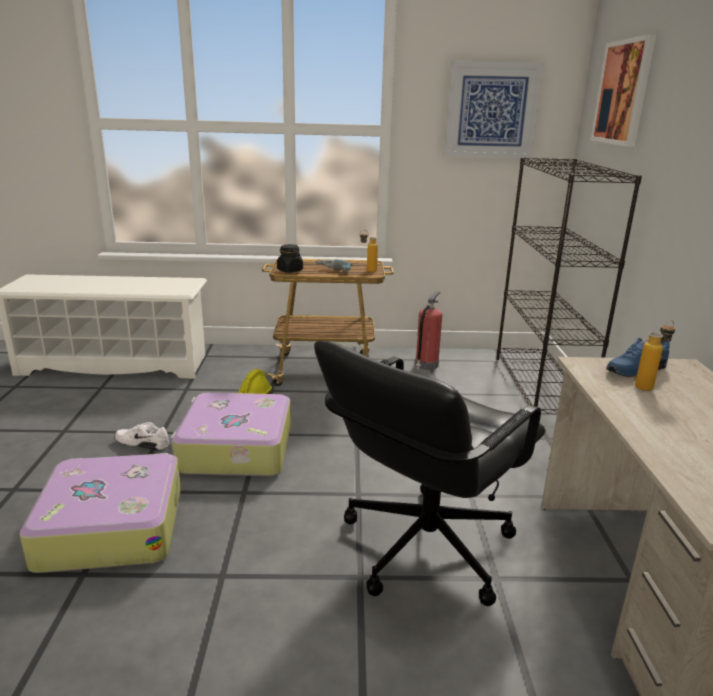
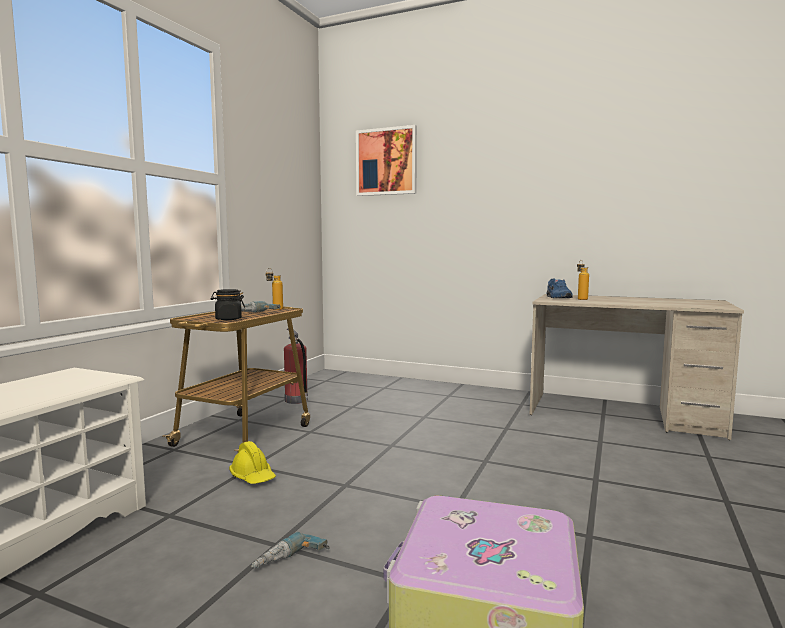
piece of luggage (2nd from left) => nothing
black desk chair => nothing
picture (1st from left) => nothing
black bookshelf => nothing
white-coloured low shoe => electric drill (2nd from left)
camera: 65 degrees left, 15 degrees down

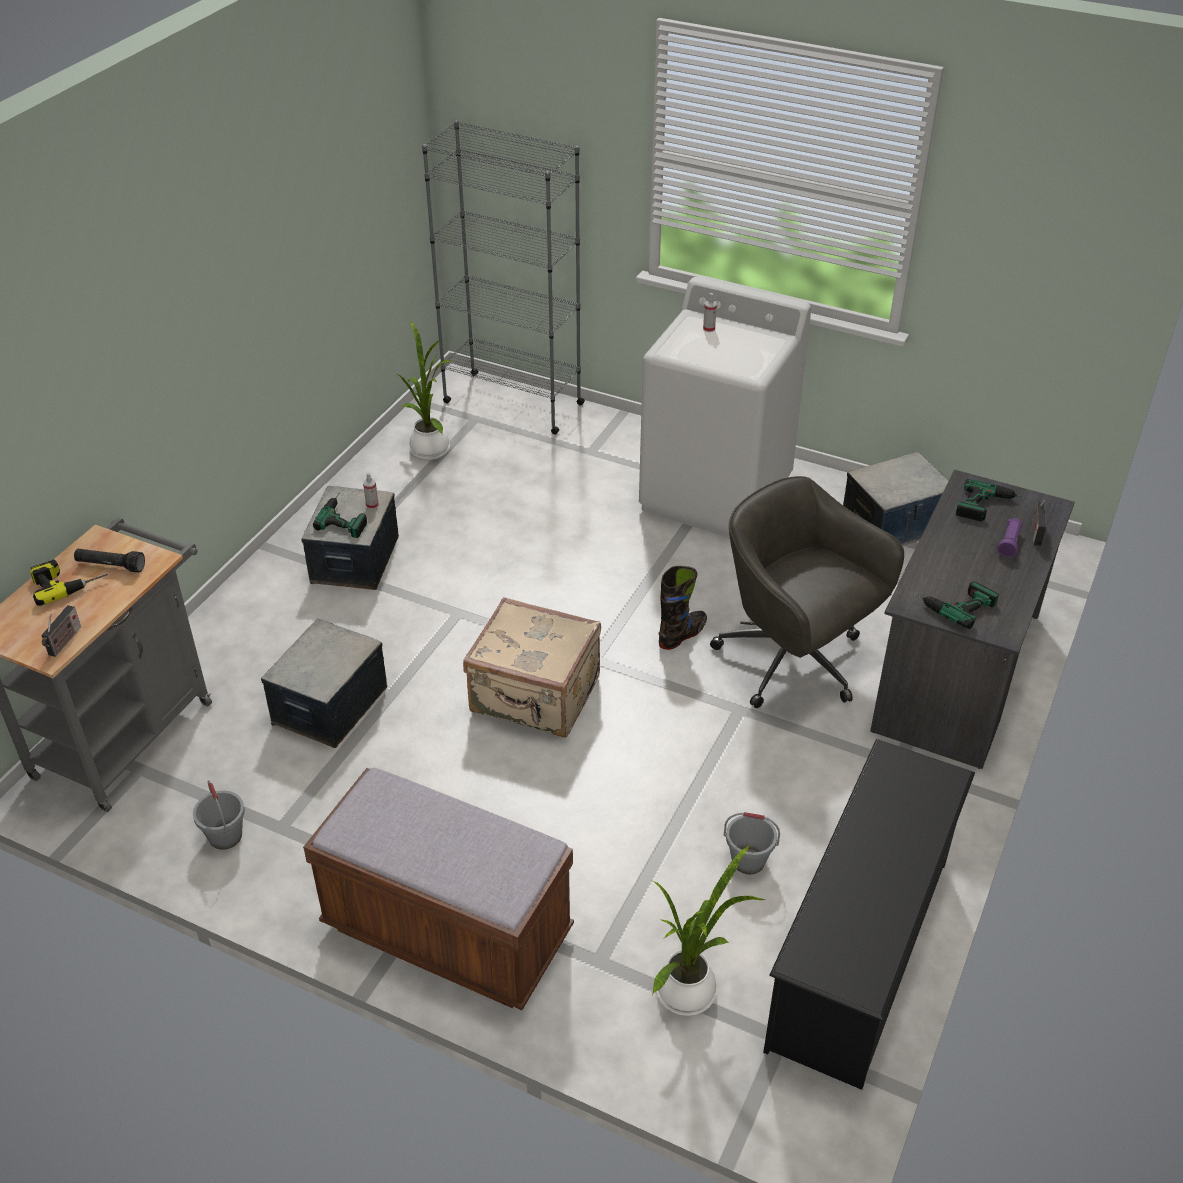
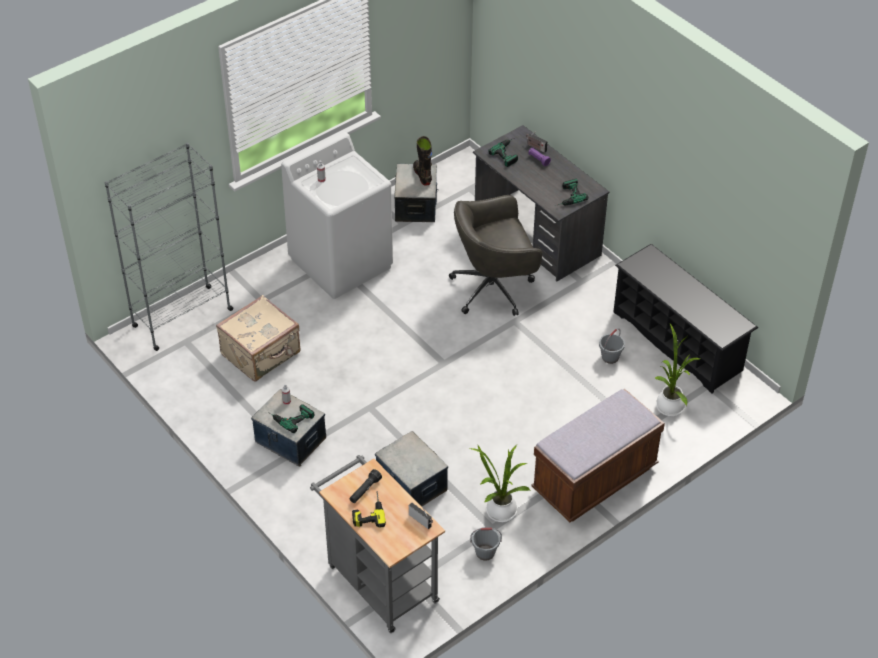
houseplant (1st from left), move
beige piece of luggage, move
black boot, move
camera: 65 degrees left, 5 degrees up

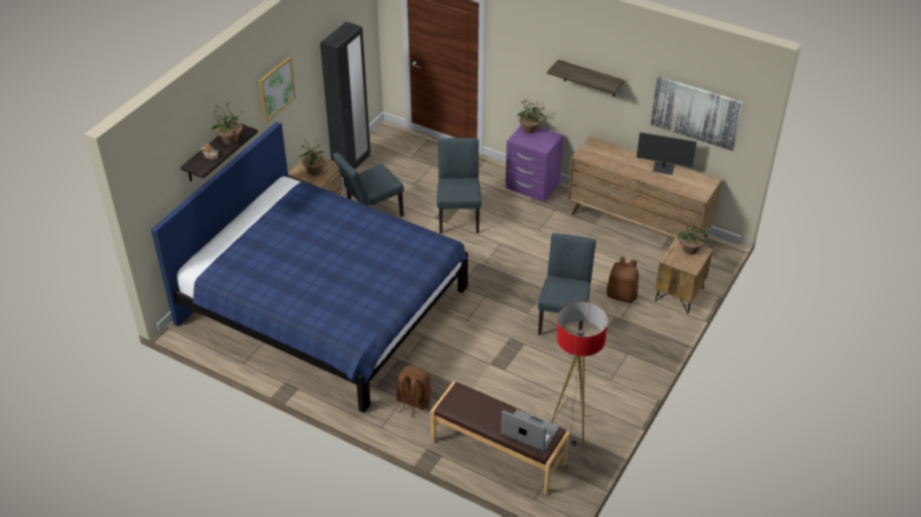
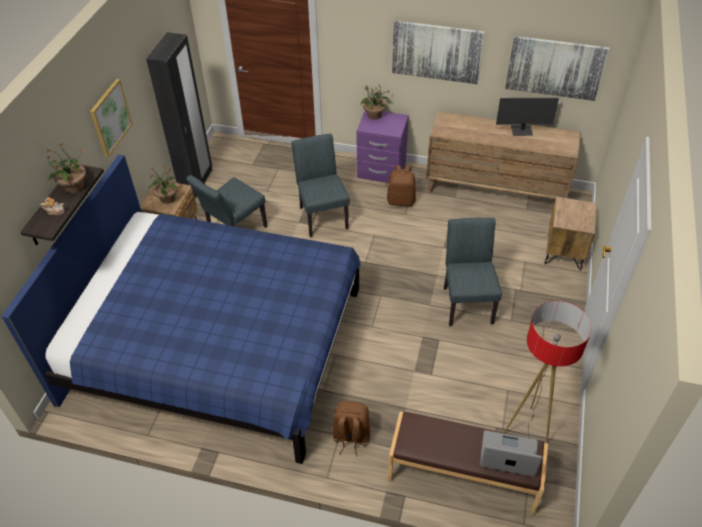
houseplant (4th from left) => nothing
brown-coloured backpack (2nd from left), move
wall shelf (2nd from left) => picture (2nd from left)
camera: 15 degrees left, 5 degrees up

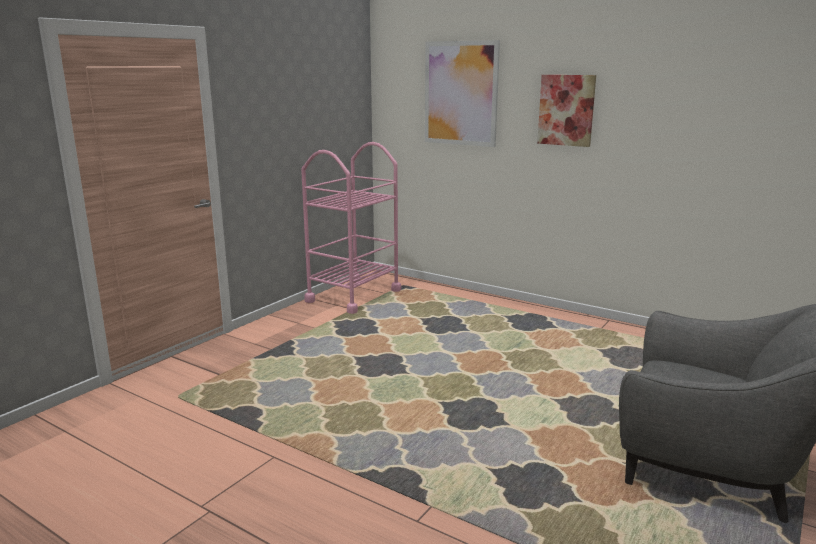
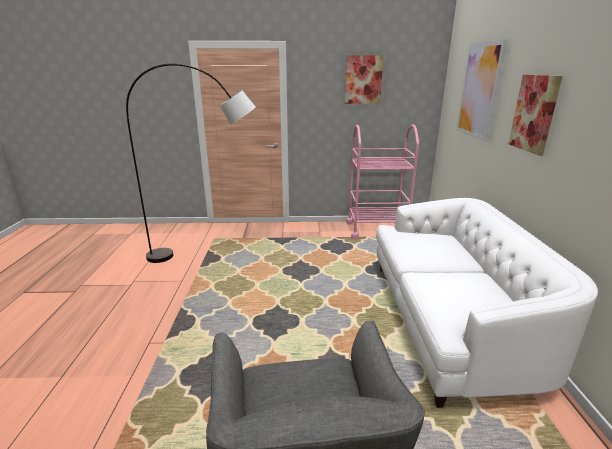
nothing => gray floor lamp
nothing => picture (1st from left)
nothing => white-coloured sofa
camera: 55 degrees right, 5 degrees up

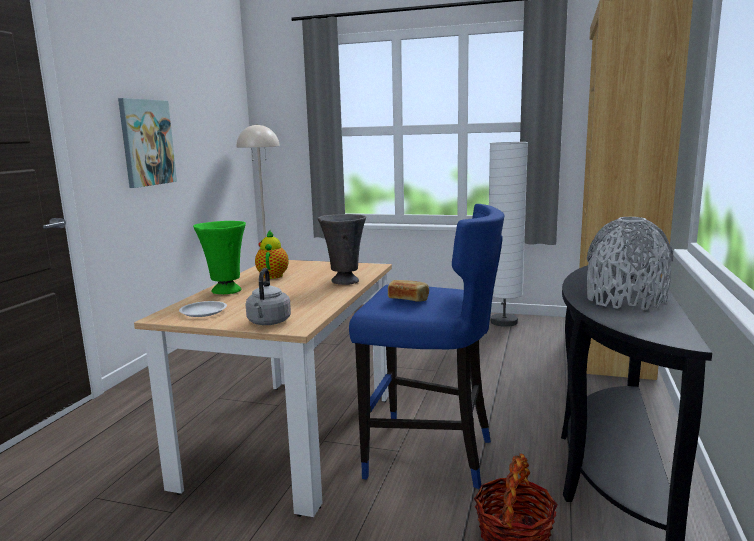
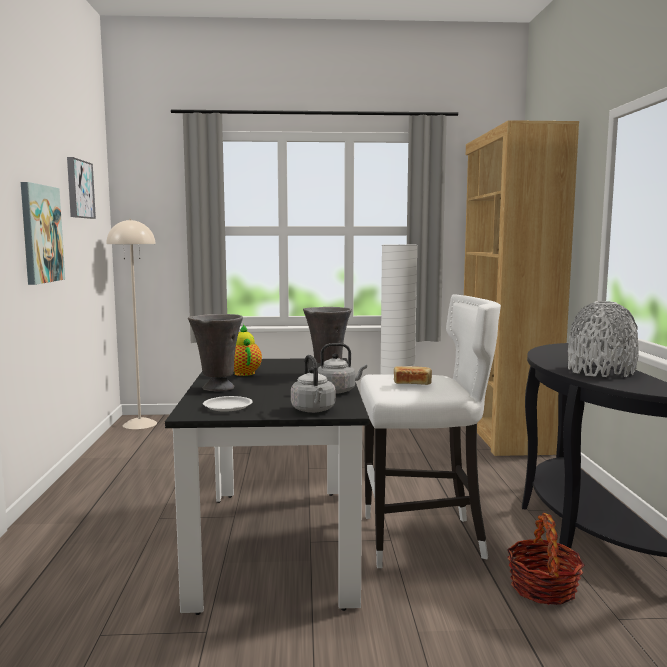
nothing => picture (2nd from left)
nothing => gray kettle (2nd from left)
beige dinner table => black dinner table
green-coloured decorative vase => gray decorative vase (1st from left)
blue stool => white-coloured stool
camera: 20 degrees left, 5 degrees down

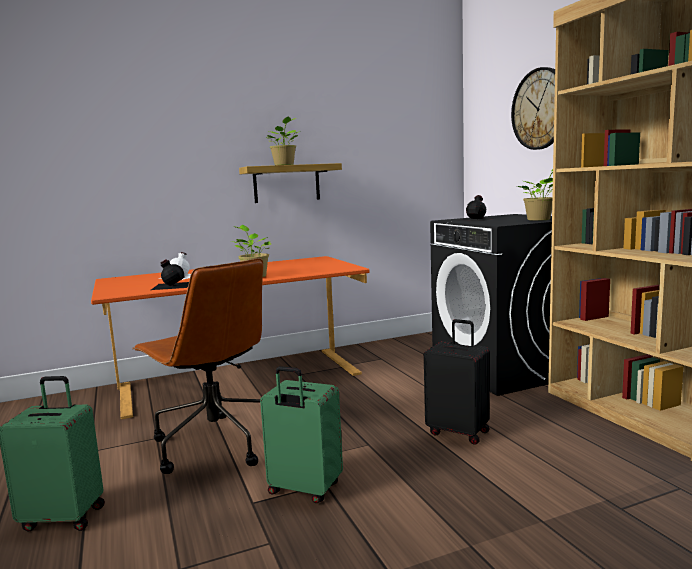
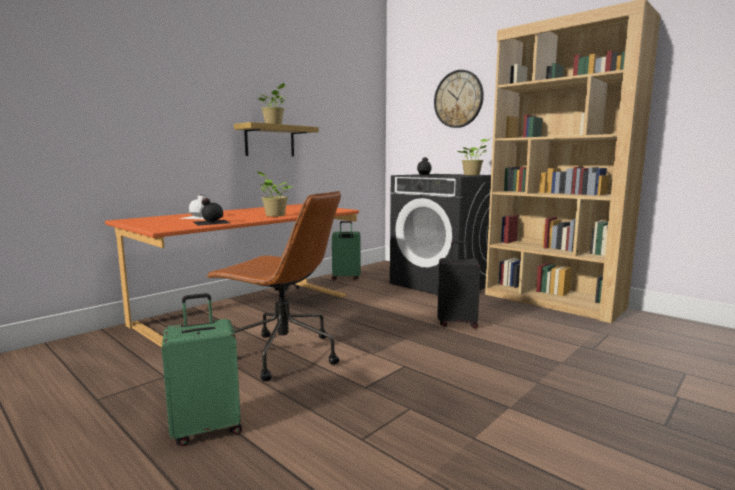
green-coloured piece of luggage (2nd from left), move
camera: 25 degrees left, 0 degrees up

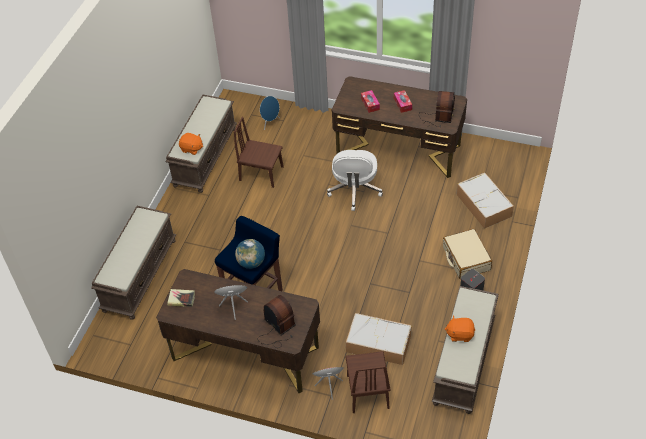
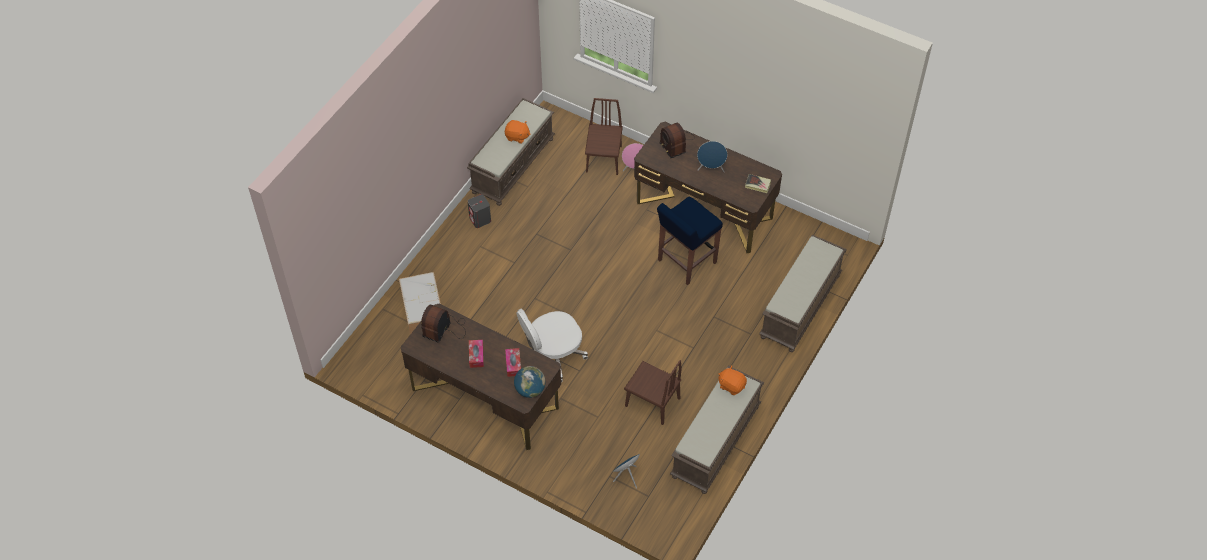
storage box (1st from left) => nothing
beige piece of luggage => nothing
globe, move
white-coloured desk chair, 135 degrees counterclockwise
camera: 170 degrees left, 5 degrees up

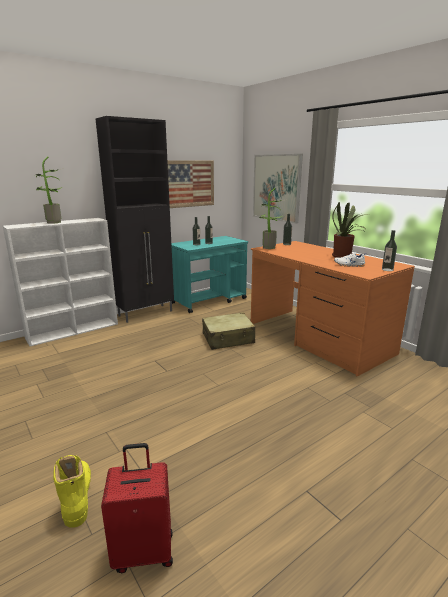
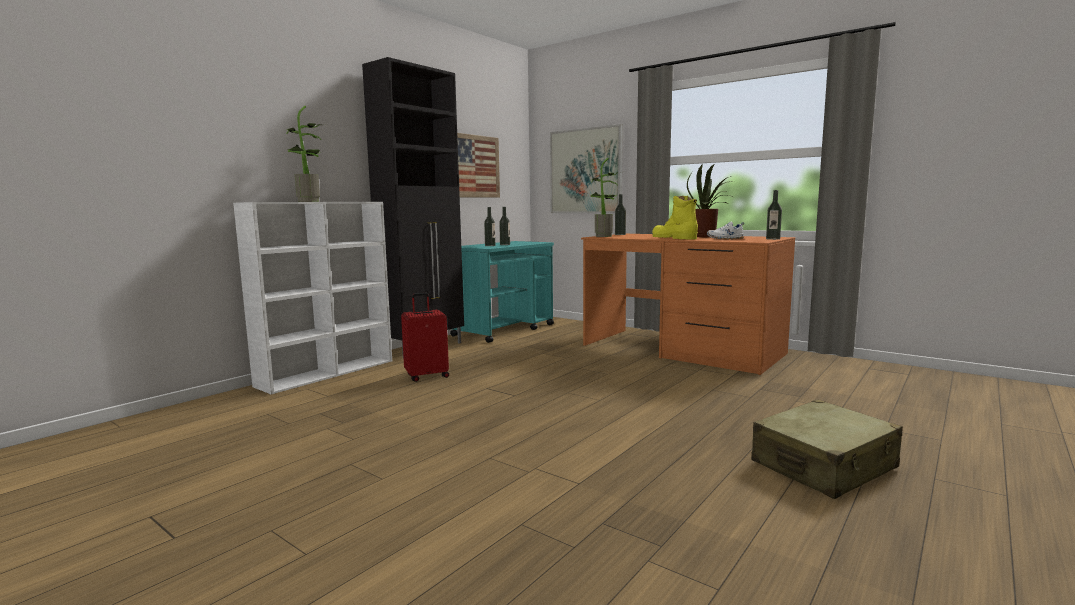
yellow boot, move
reddish piece of luggage, move
beige piece of luggage, move
camera: 15 degrees left, 10 degrees down

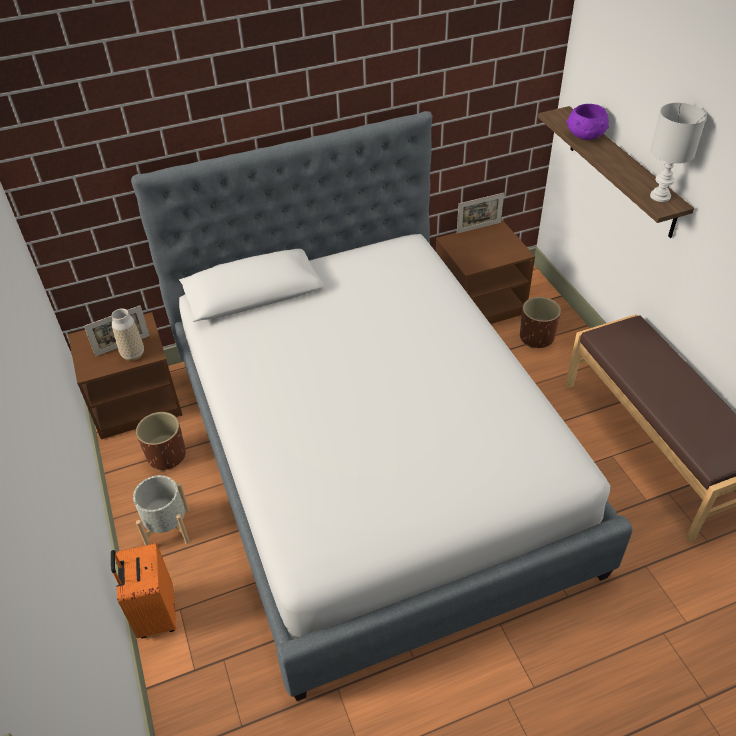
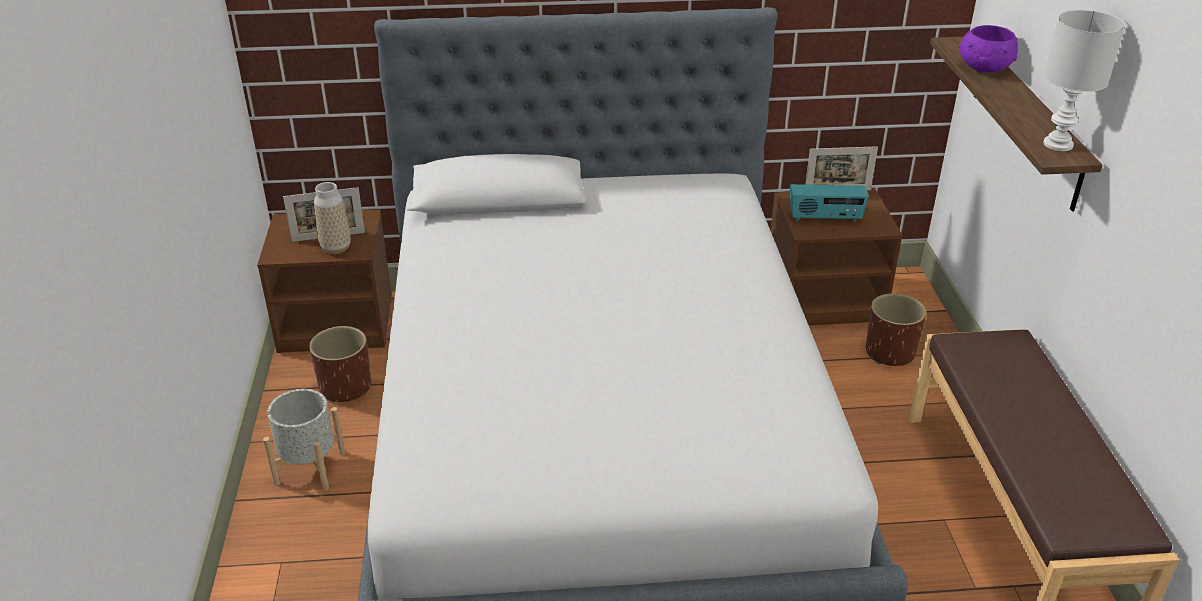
orangey piece of luggage => nothing
nothing => radio
camera: 15 degrees right, 10 degrees down

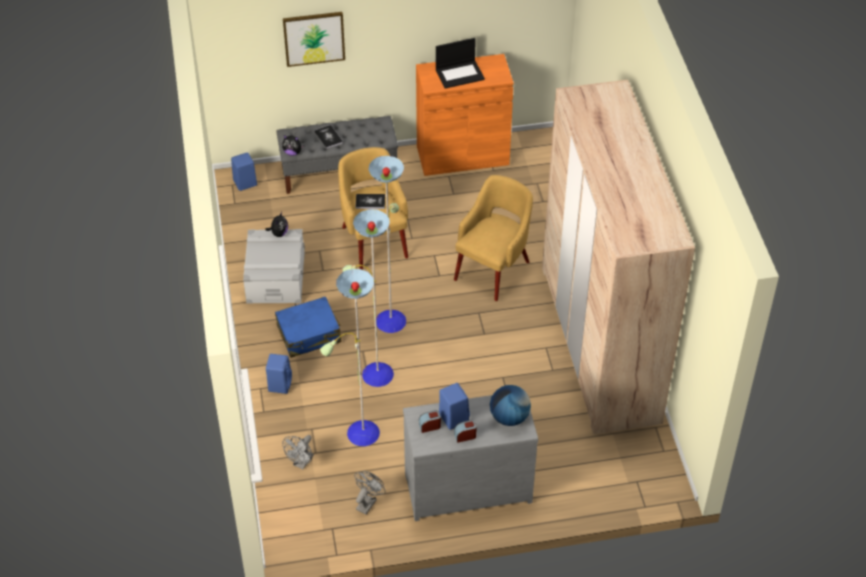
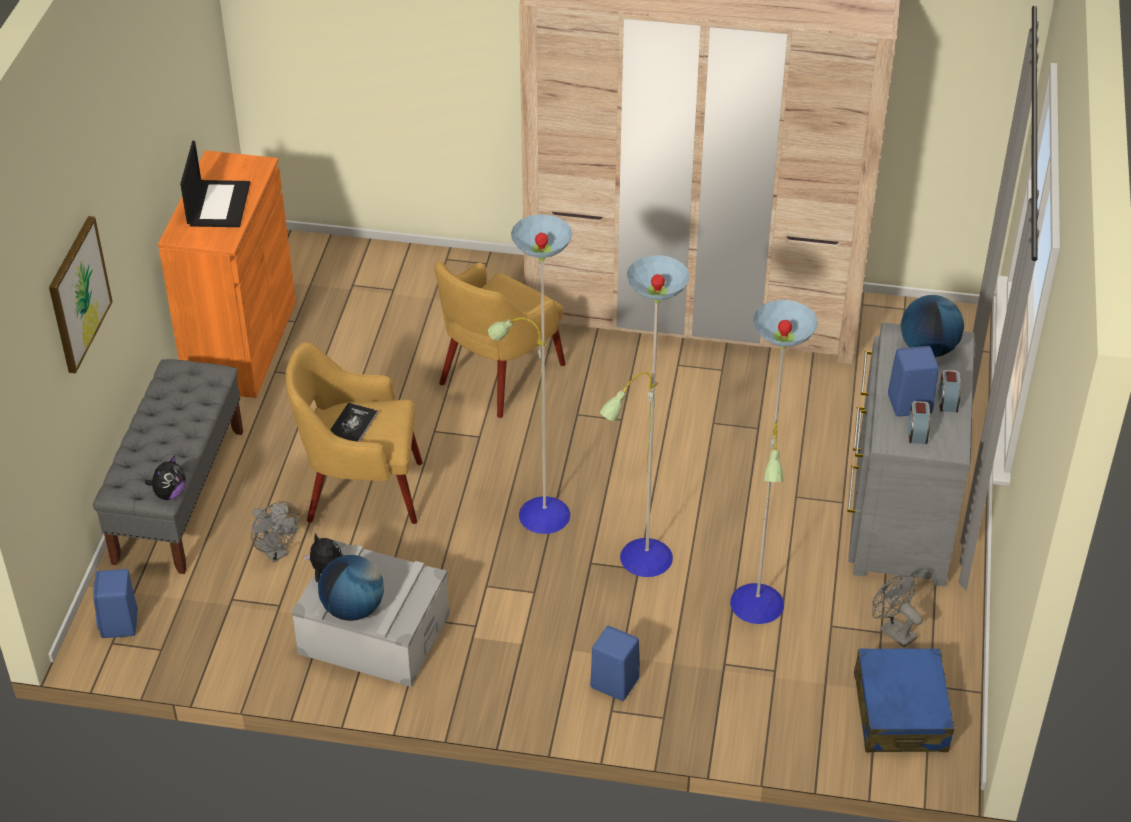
book (1st from left) => nothing
nothing => globe (1st from left)
blue piece of luggage, move
gray electric fan (1st from left), move
yellow lounge chair (2nd from left), 105 degrees counterclockwise
camera: 70 degrees left, 5 degrees down

